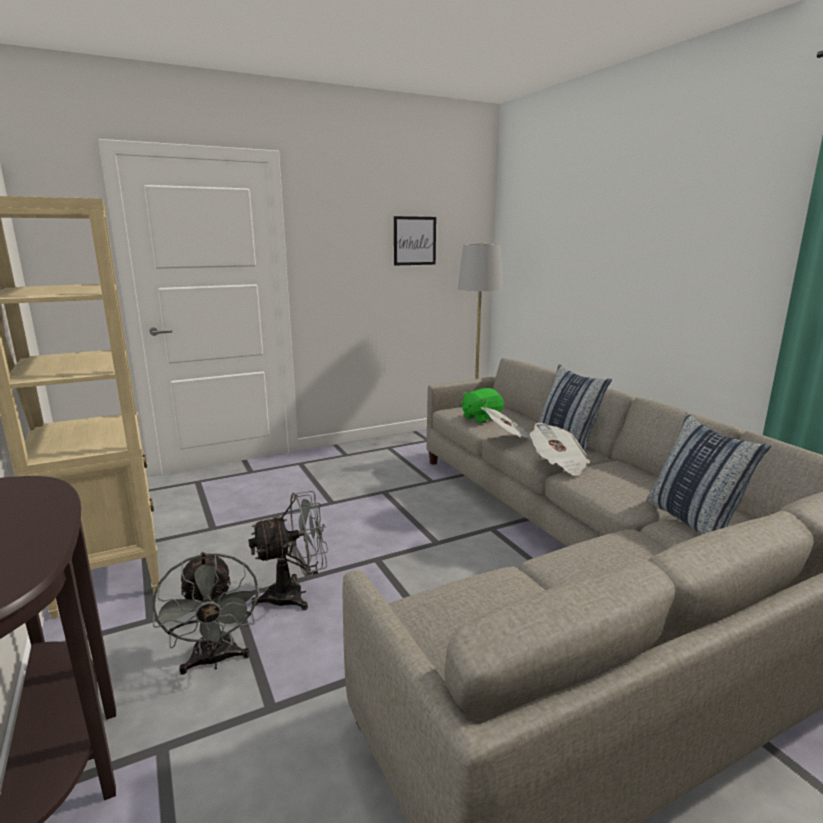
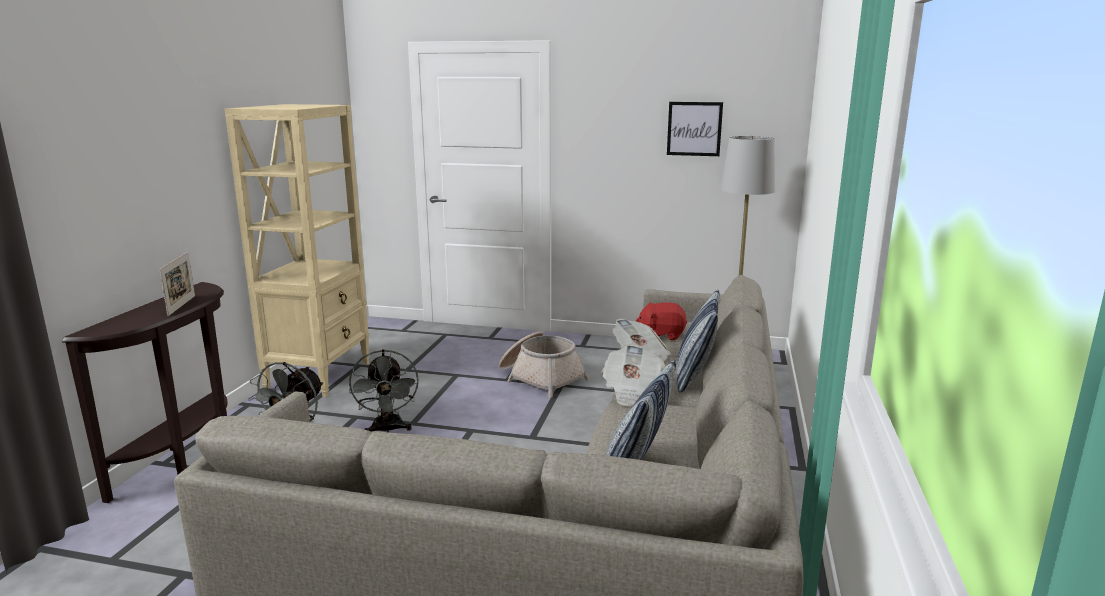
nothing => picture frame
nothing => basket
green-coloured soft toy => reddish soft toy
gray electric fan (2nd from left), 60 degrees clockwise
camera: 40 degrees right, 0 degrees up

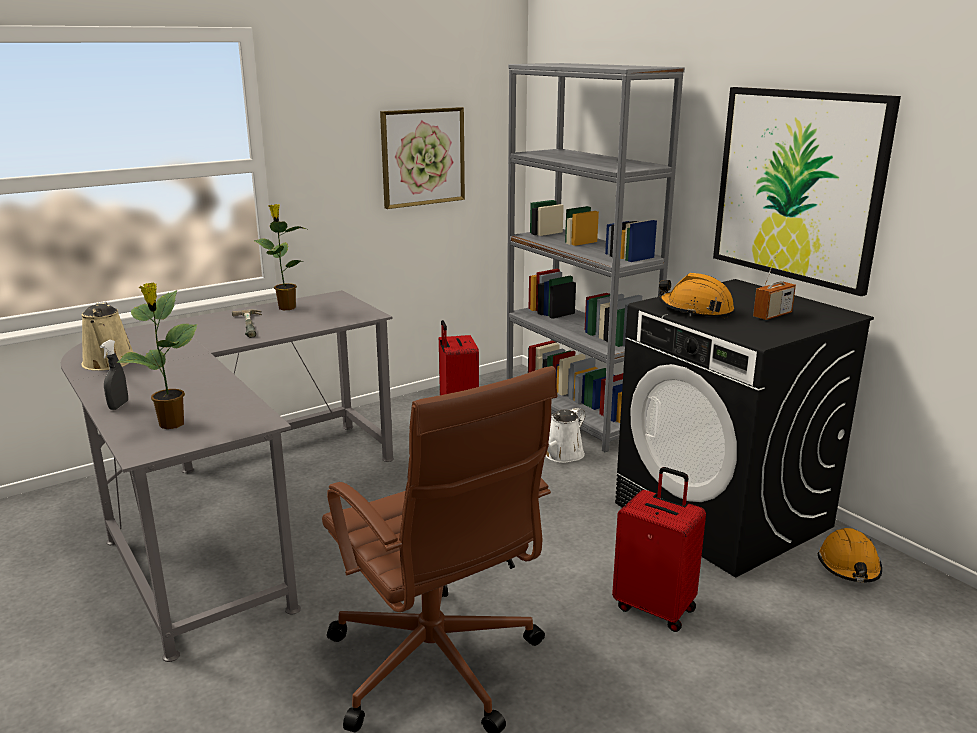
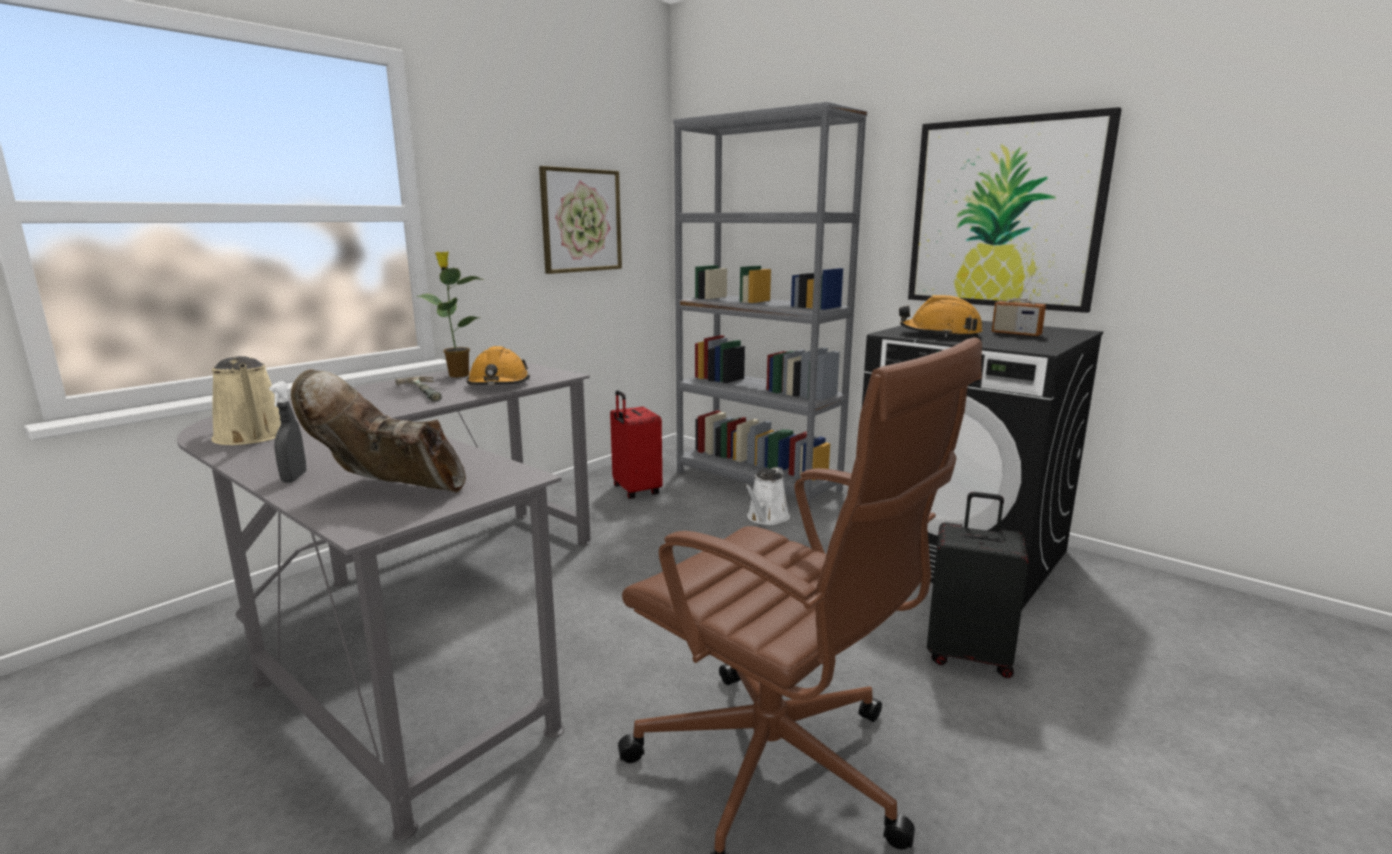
orangey safety helmet (2nd from left in the first image) => orangey safety helmet (1st from left), move
houseplant (1st from left) => brown-coloured boot
reddish piece of luggage (2nd from left) => black piece of luggage
radio, 90 degrees clockwise
camera: 15 degrees left, 5 degrees down

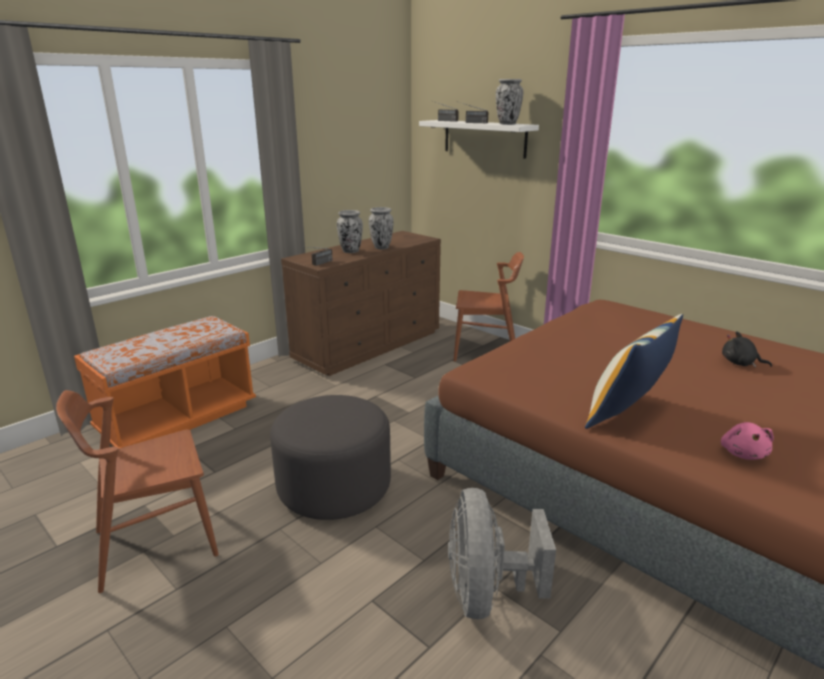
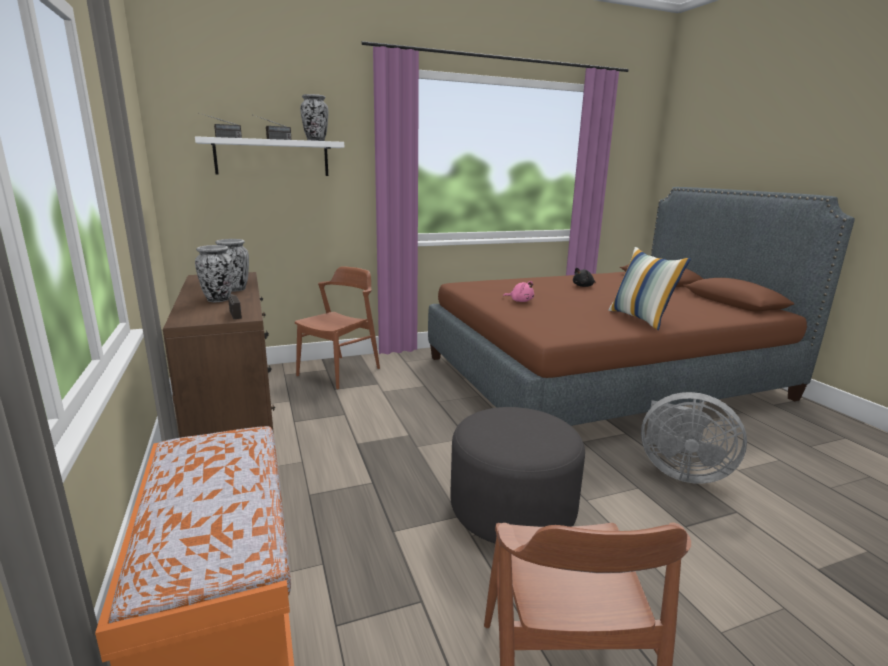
pink-coloured soft toy, move
camera: 65 degrees left, 5 degrees down

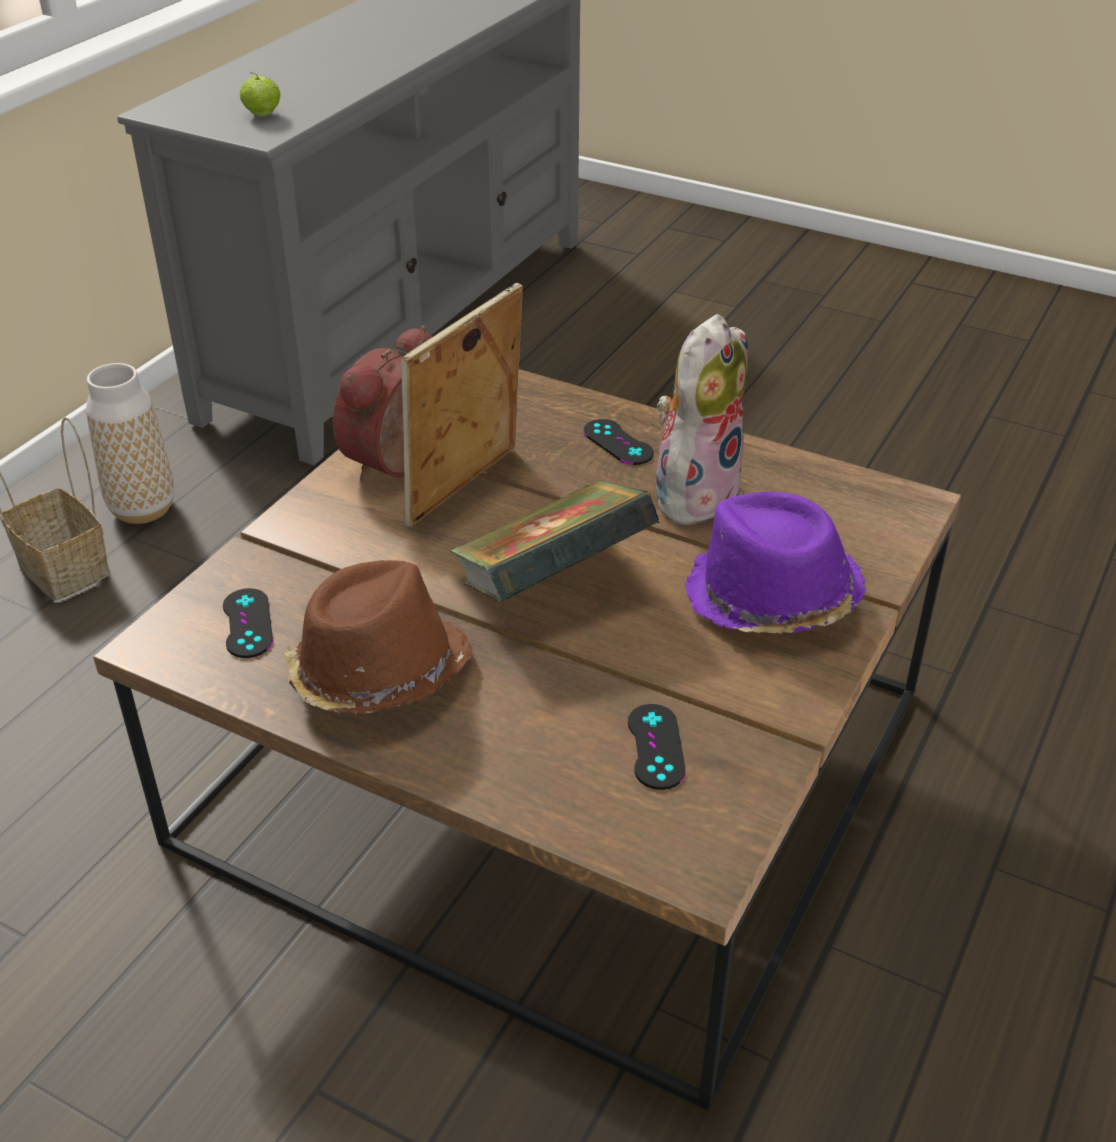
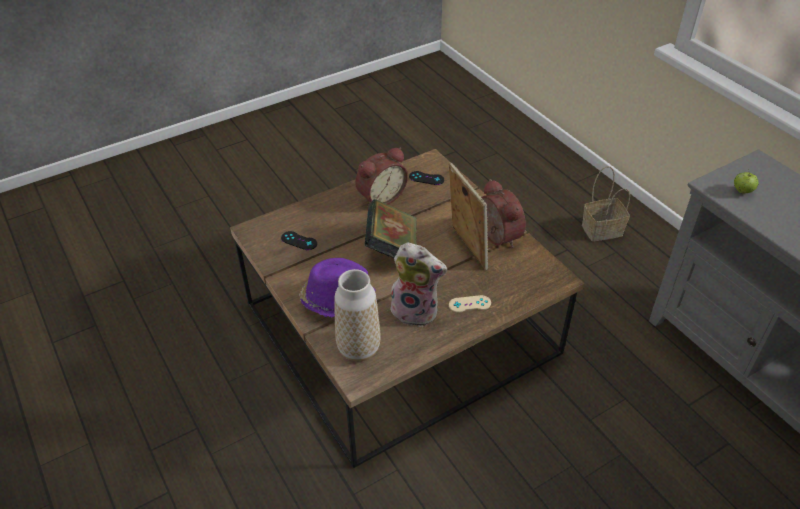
decorative vase, move
brown-coloured hat => alarm clock (1st from left)
black joypad (2nd from left) => beige joypad
soft toy, 45 degrees counterclockwise
camera: 120 degrees right, 5 degrees up

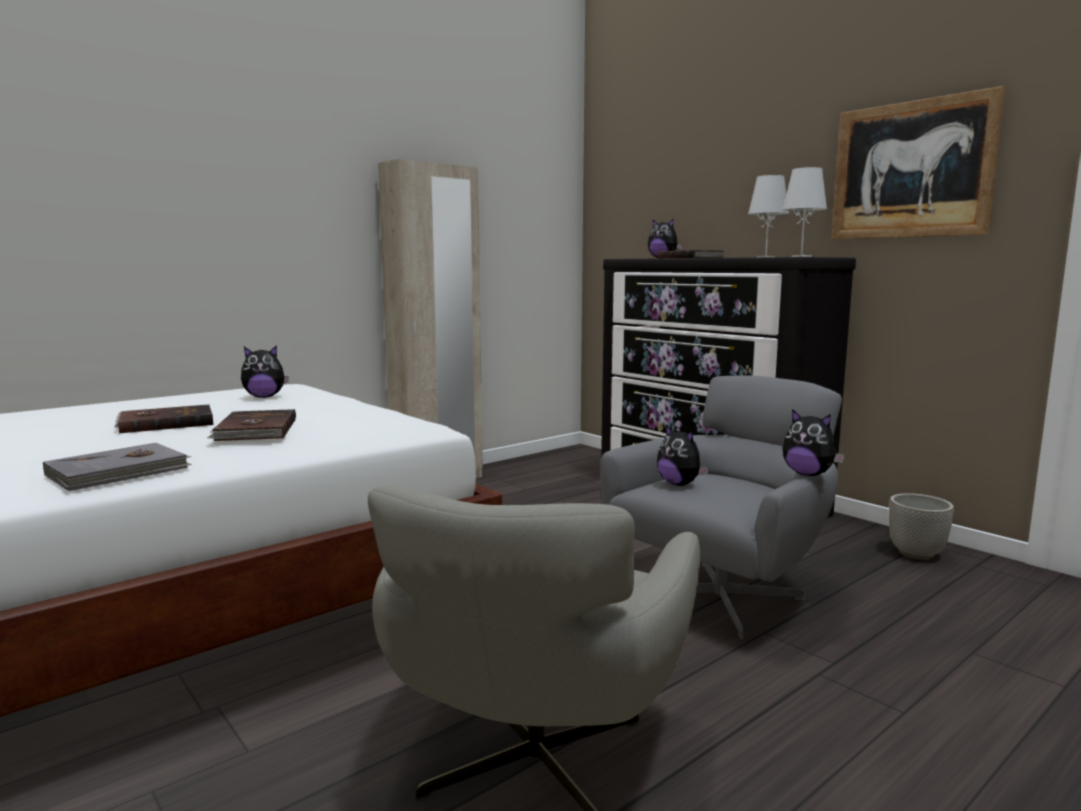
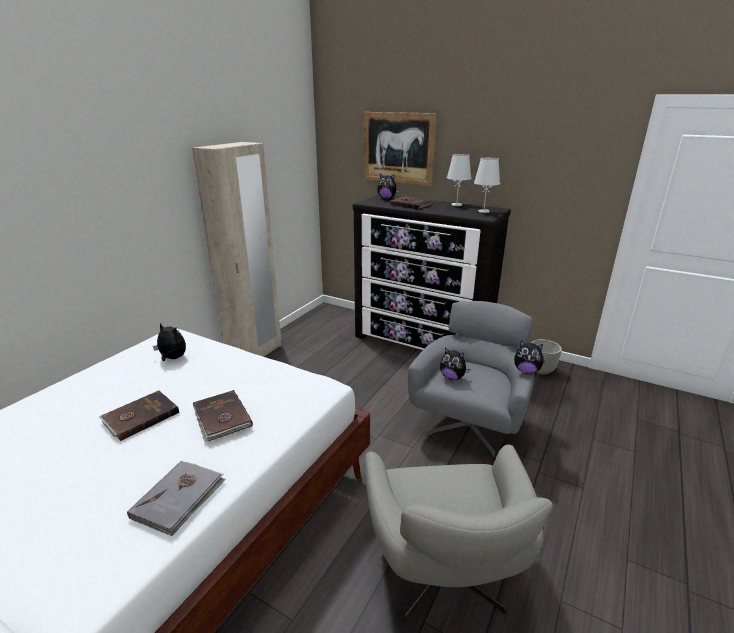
picture, move
soft toy (1st from left), 120 degrees counterclockwise
camera: 20 degrees left, 15 degrees up

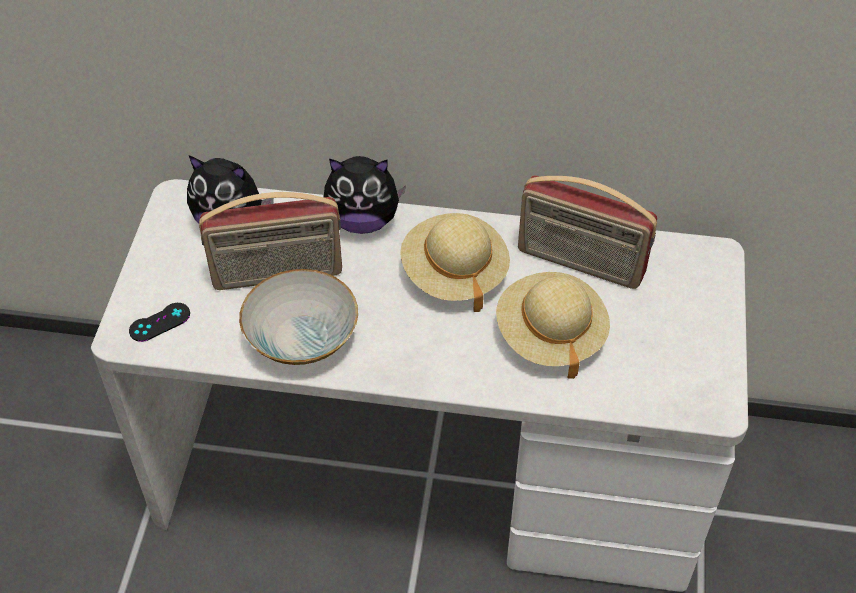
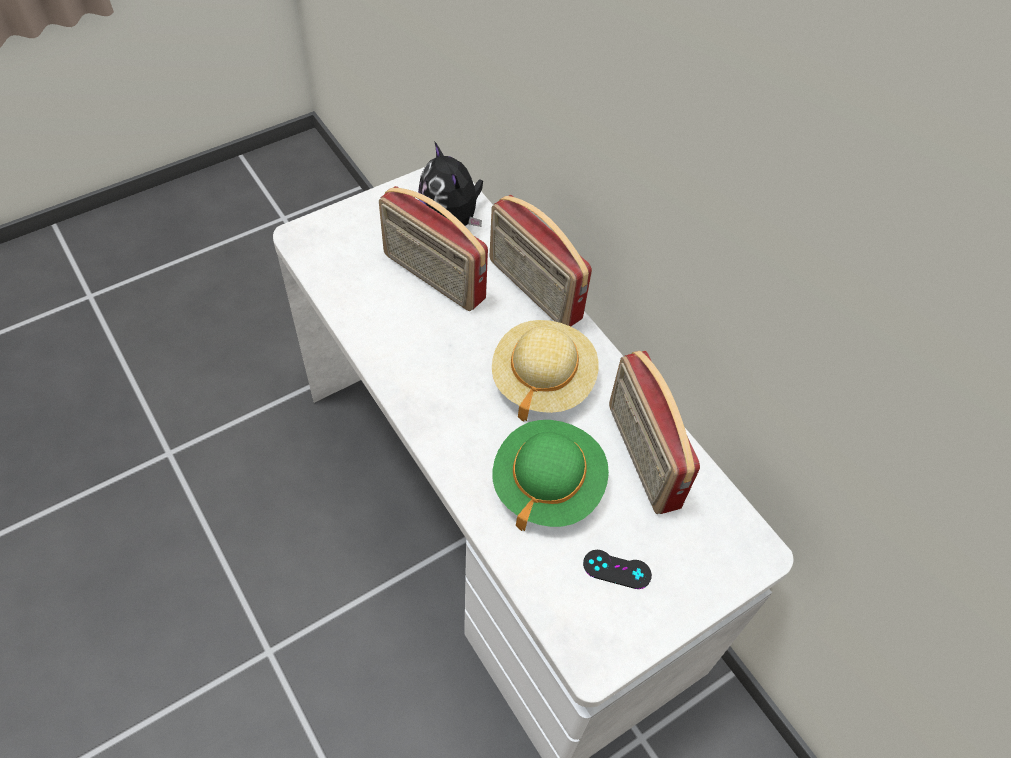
deep dish => nothing
black joypad, move
soft toy (2nd from left) => radio (2nd from left)
beige hat (2nd from left) => green-coloured hat
camera: 45 degrees right, 5 degrees up

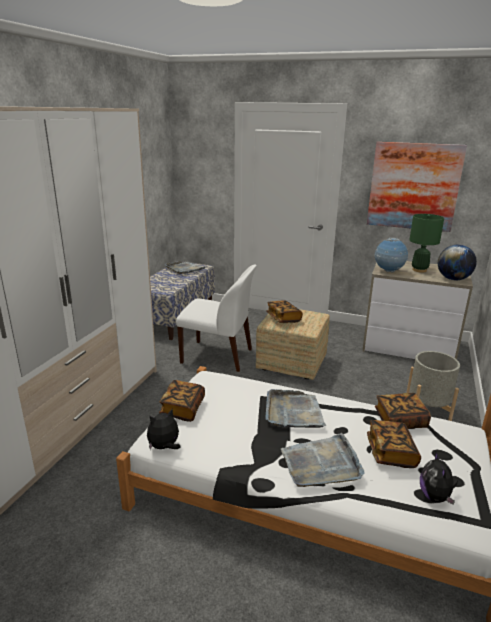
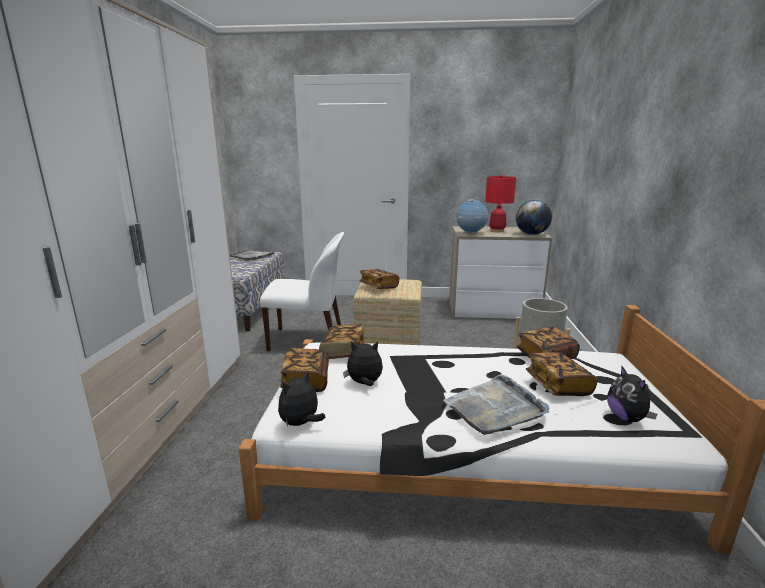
gray tray (2nd from left) => nothing
picture => nothing
nothing => book (2nd from left)
nothing => soft toy (2nd from left)
green-coloured tabletop lamp => reddish tabletop lamp
camera: 15 degrees left, 5 degrees down

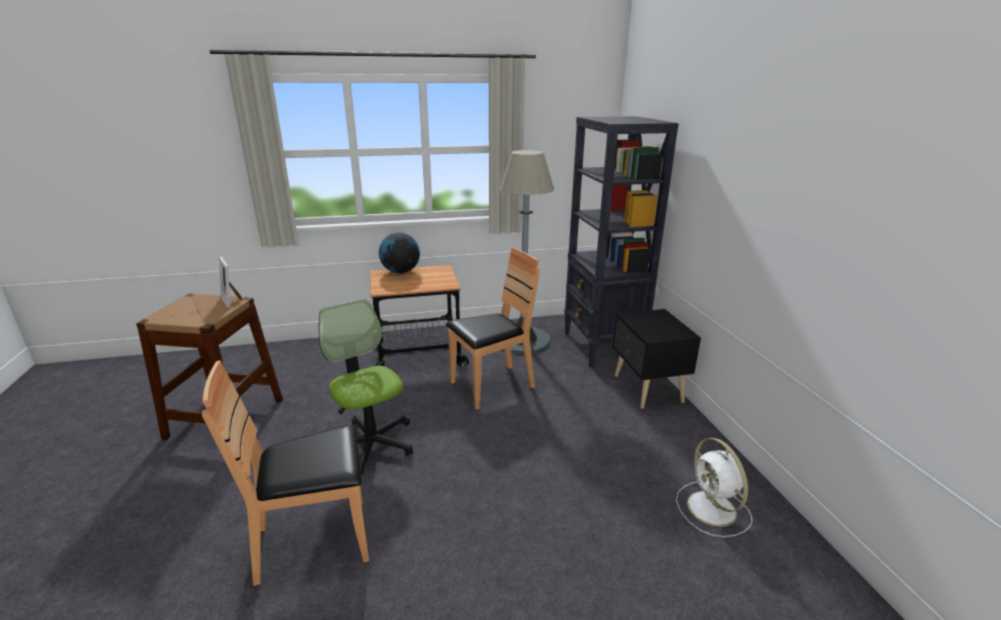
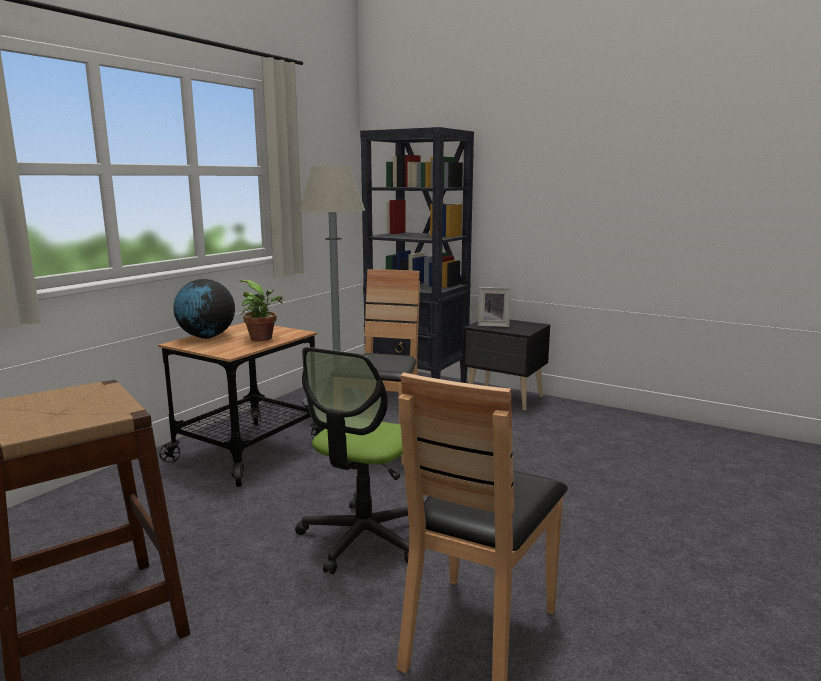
white-coloured electric fan => nothing
nothing => houseplant
picture frame, move
desk chair, 75 degrees counterclockwise
camera: 45 degrees left, 10 degrees down

